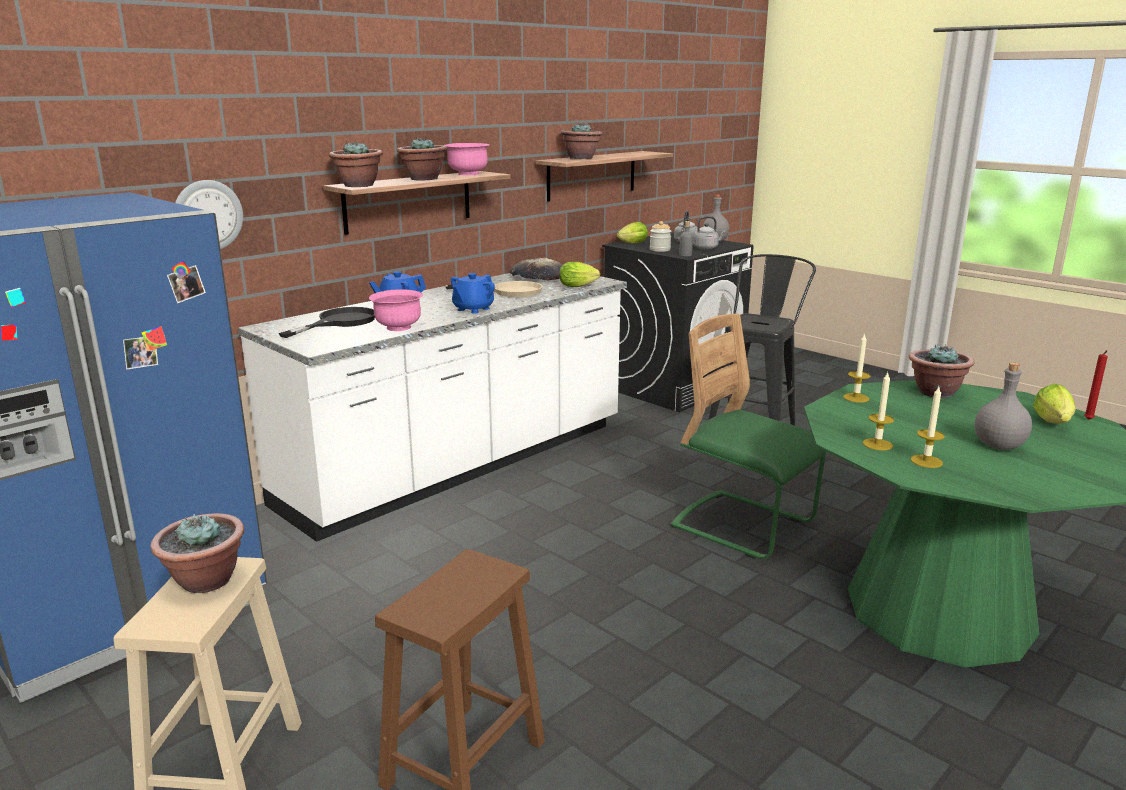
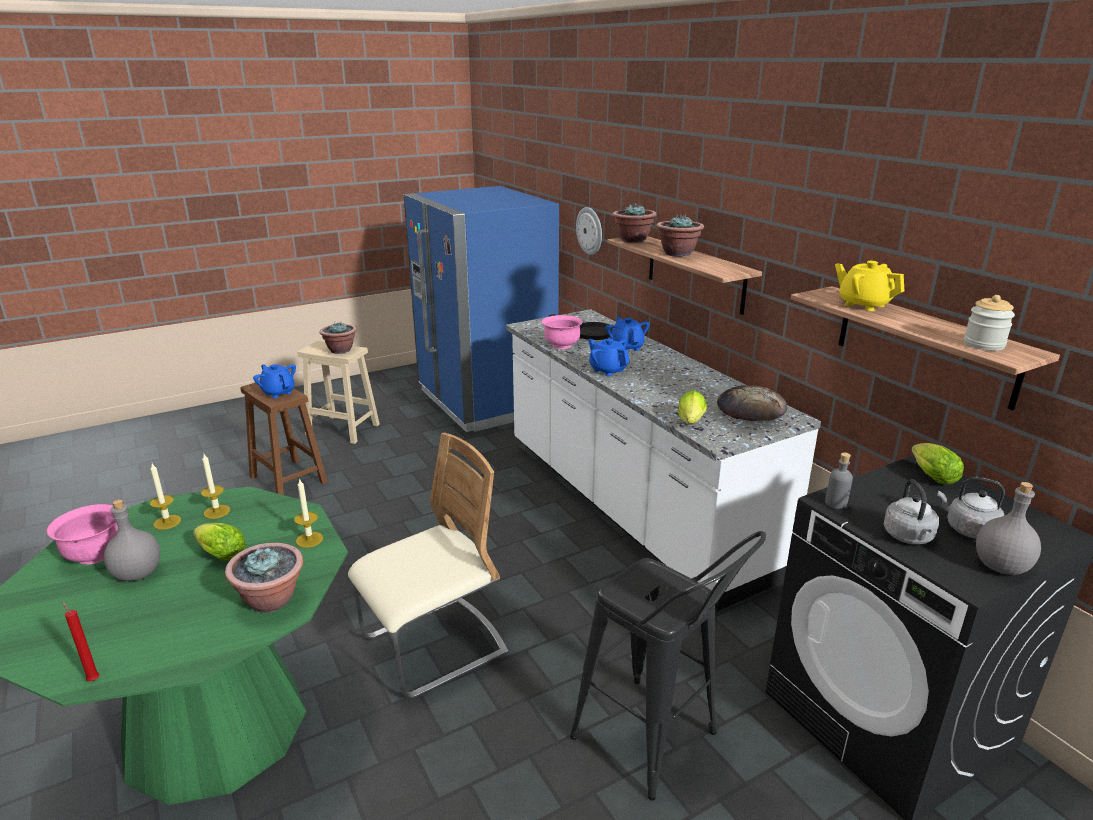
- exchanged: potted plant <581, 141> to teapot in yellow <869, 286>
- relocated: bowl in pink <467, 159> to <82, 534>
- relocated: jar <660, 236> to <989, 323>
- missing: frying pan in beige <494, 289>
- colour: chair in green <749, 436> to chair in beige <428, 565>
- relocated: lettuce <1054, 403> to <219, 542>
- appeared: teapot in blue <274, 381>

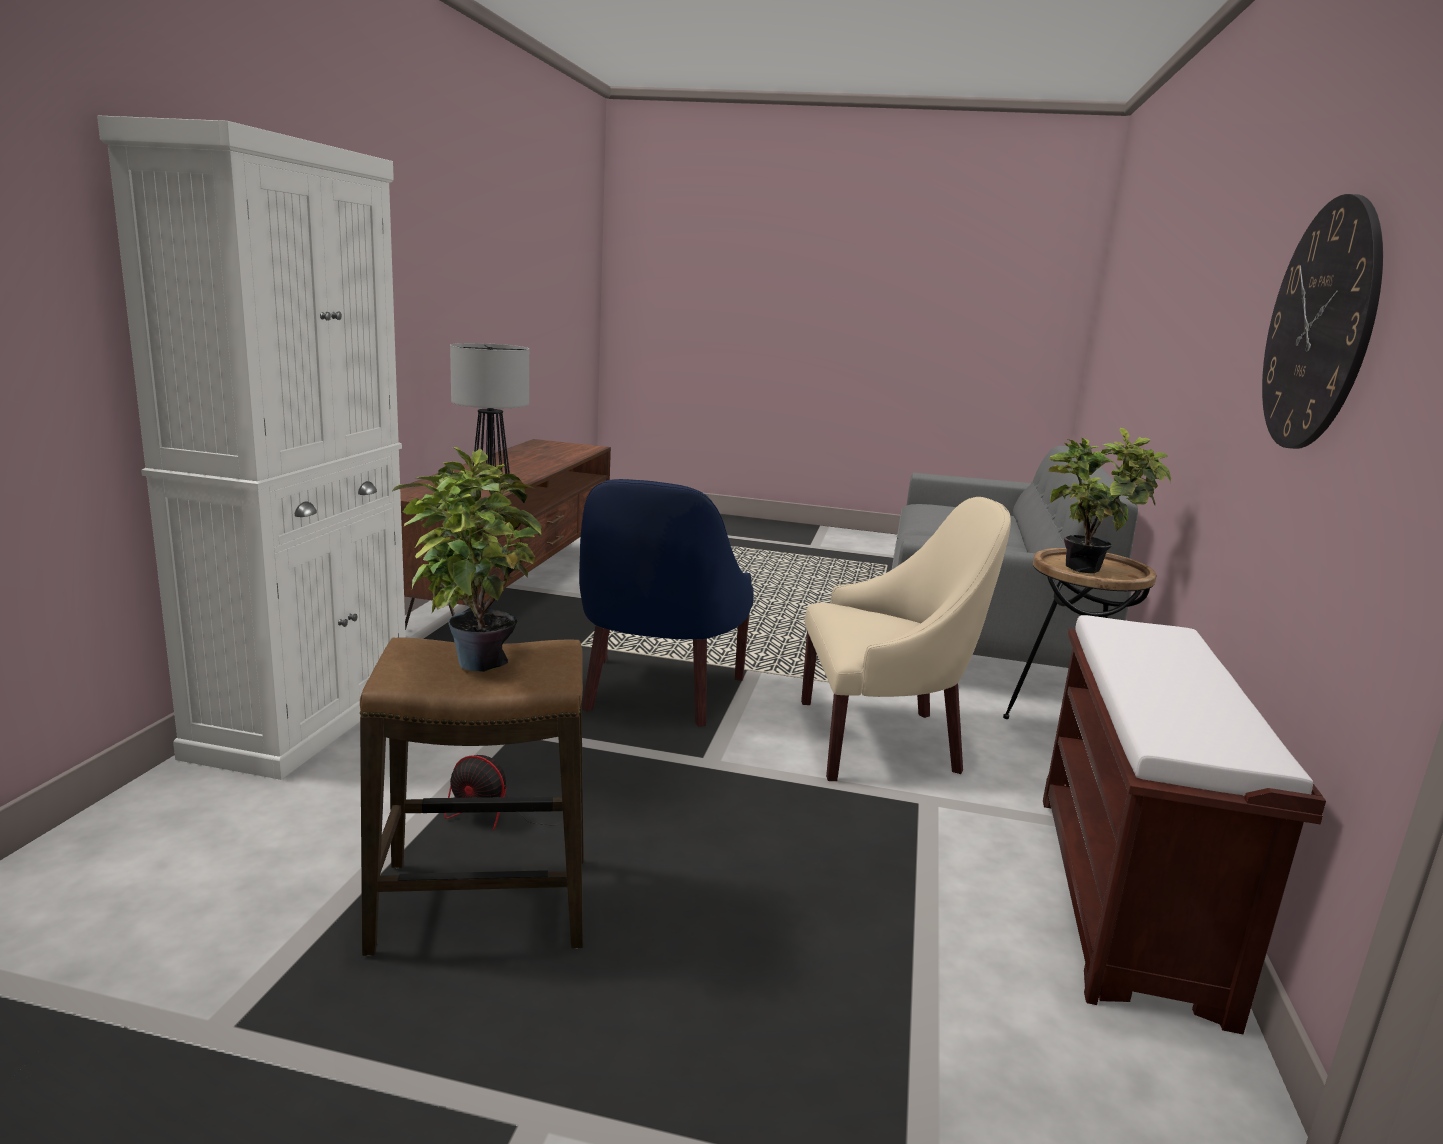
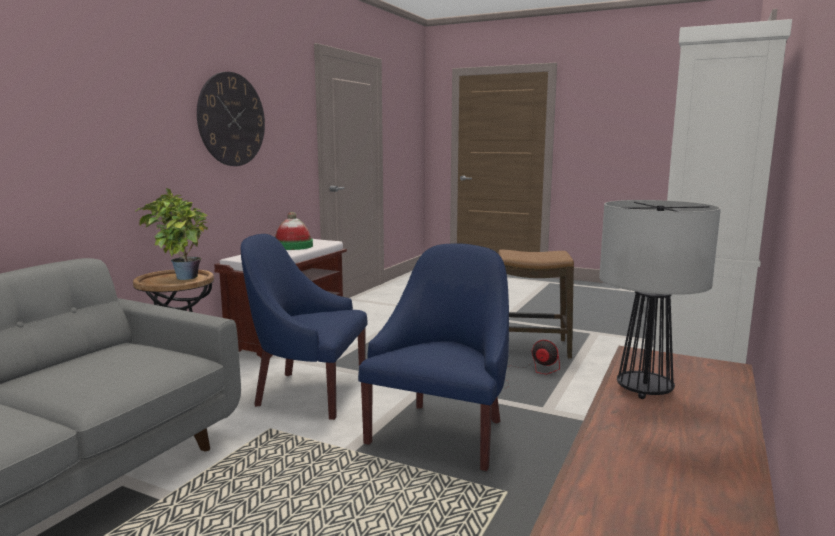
- missing: potted plant <467, 559>
- colour: armchair in beige <906, 639> to armchair in blue <304, 327>
- appeared: hat <294, 231>

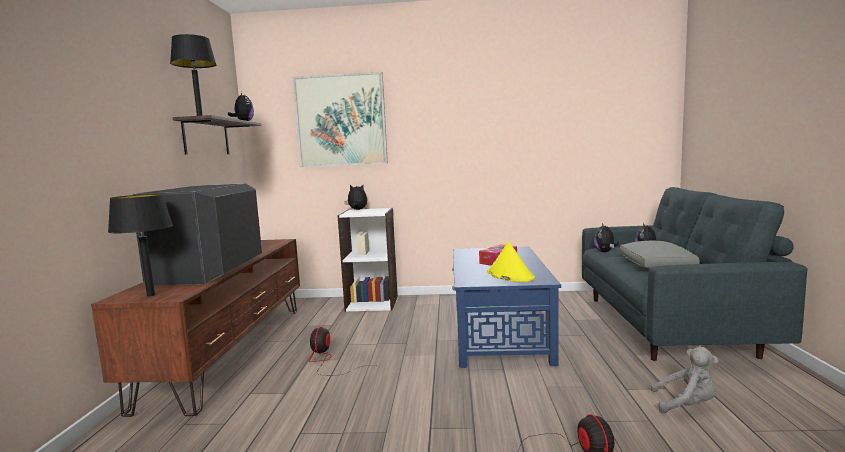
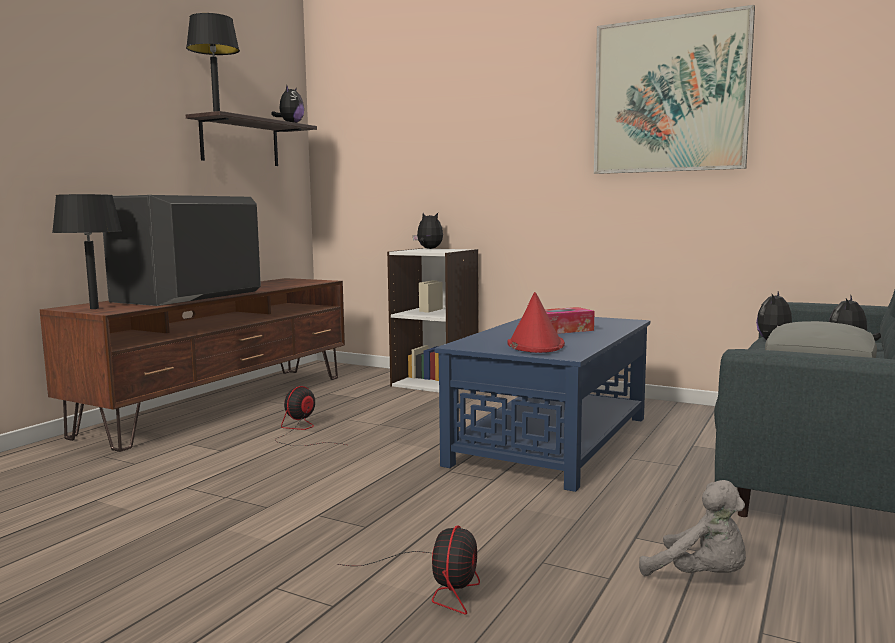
- relocated: picture <340, 119> to <674, 89>
- colour: hat in yellow <511, 261> to hat in red <536, 322>

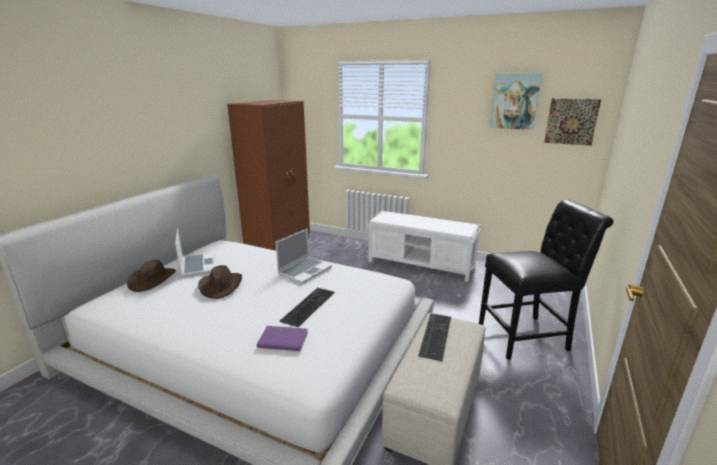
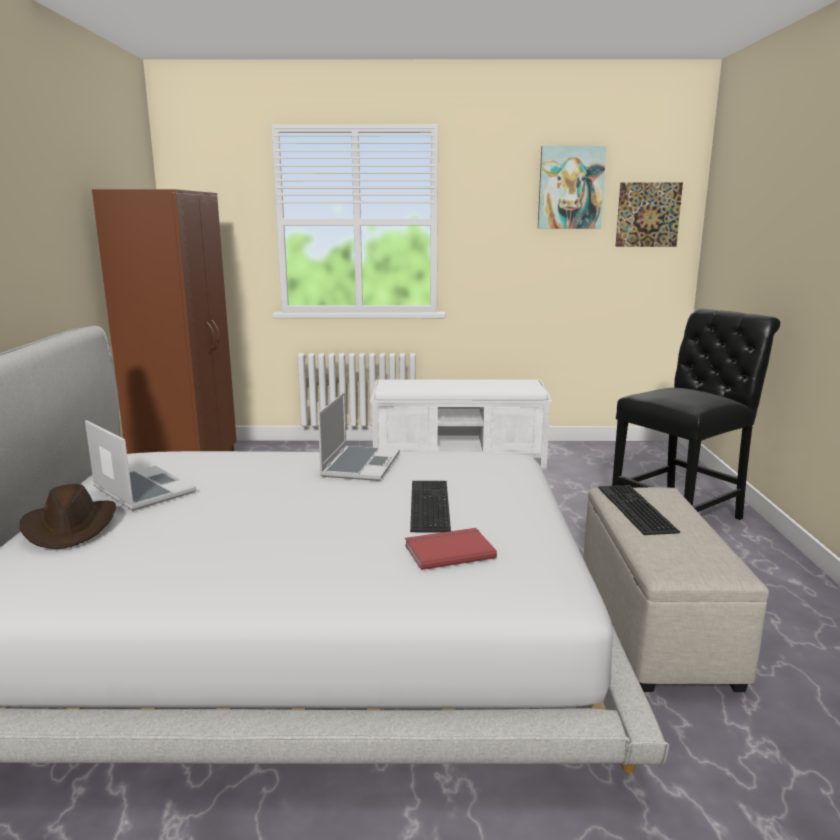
- missing: hat in brown <220, 282>
- colour: book in purple <282, 338> to book in red <451, 549>

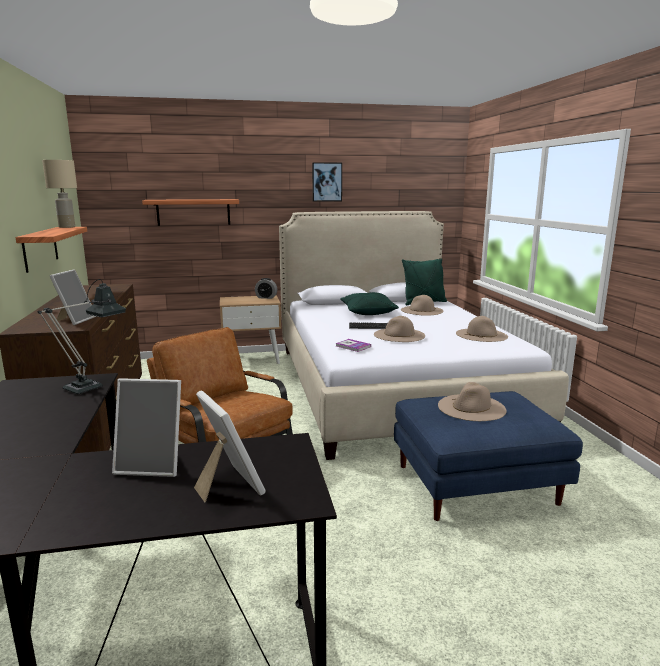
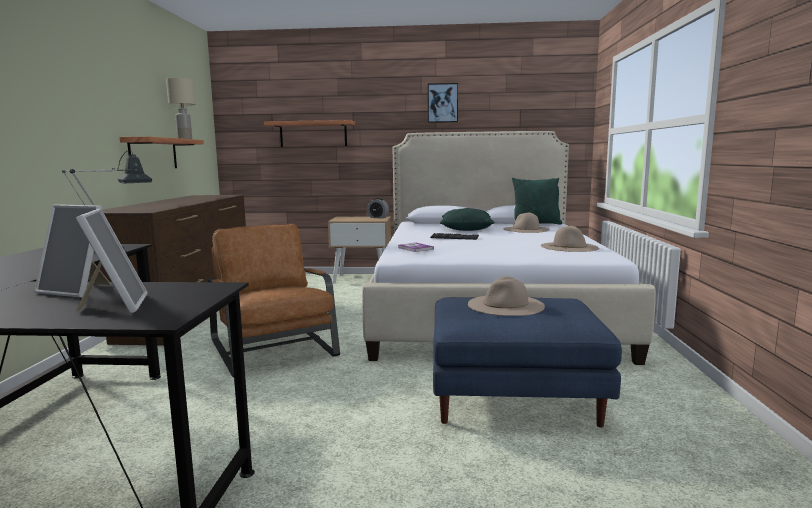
- missing: picture frame <73, 297>
- missing: hat in beige <399, 329>

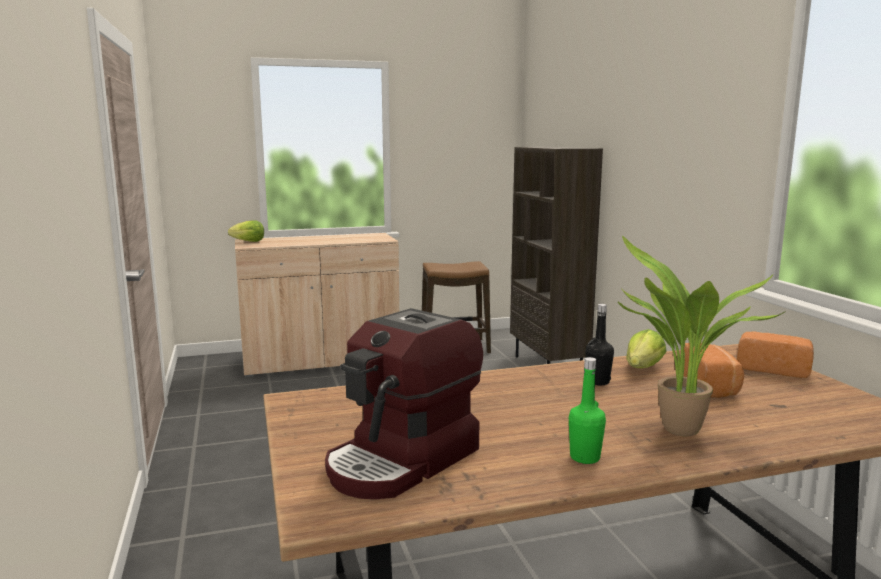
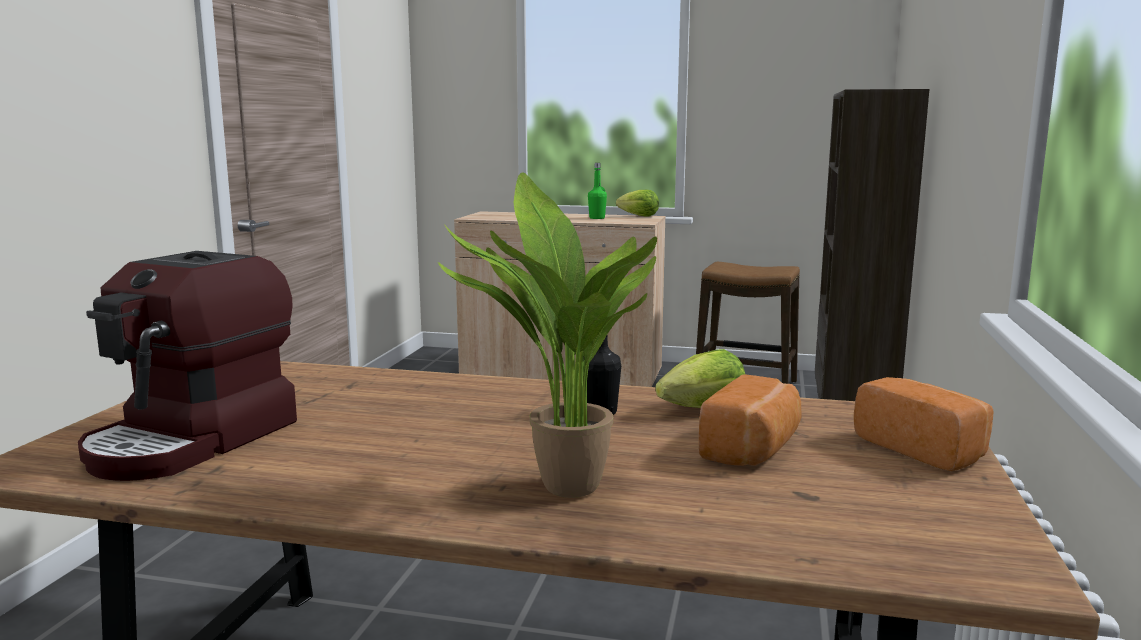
- relocated: lettuce <246, 231> to <637, 203>
- spun: coffee machine <404, 403> = <187, 366> 45 degrees counterclockwise
- relocated: bottle in green <587, 410> to <597, 191>

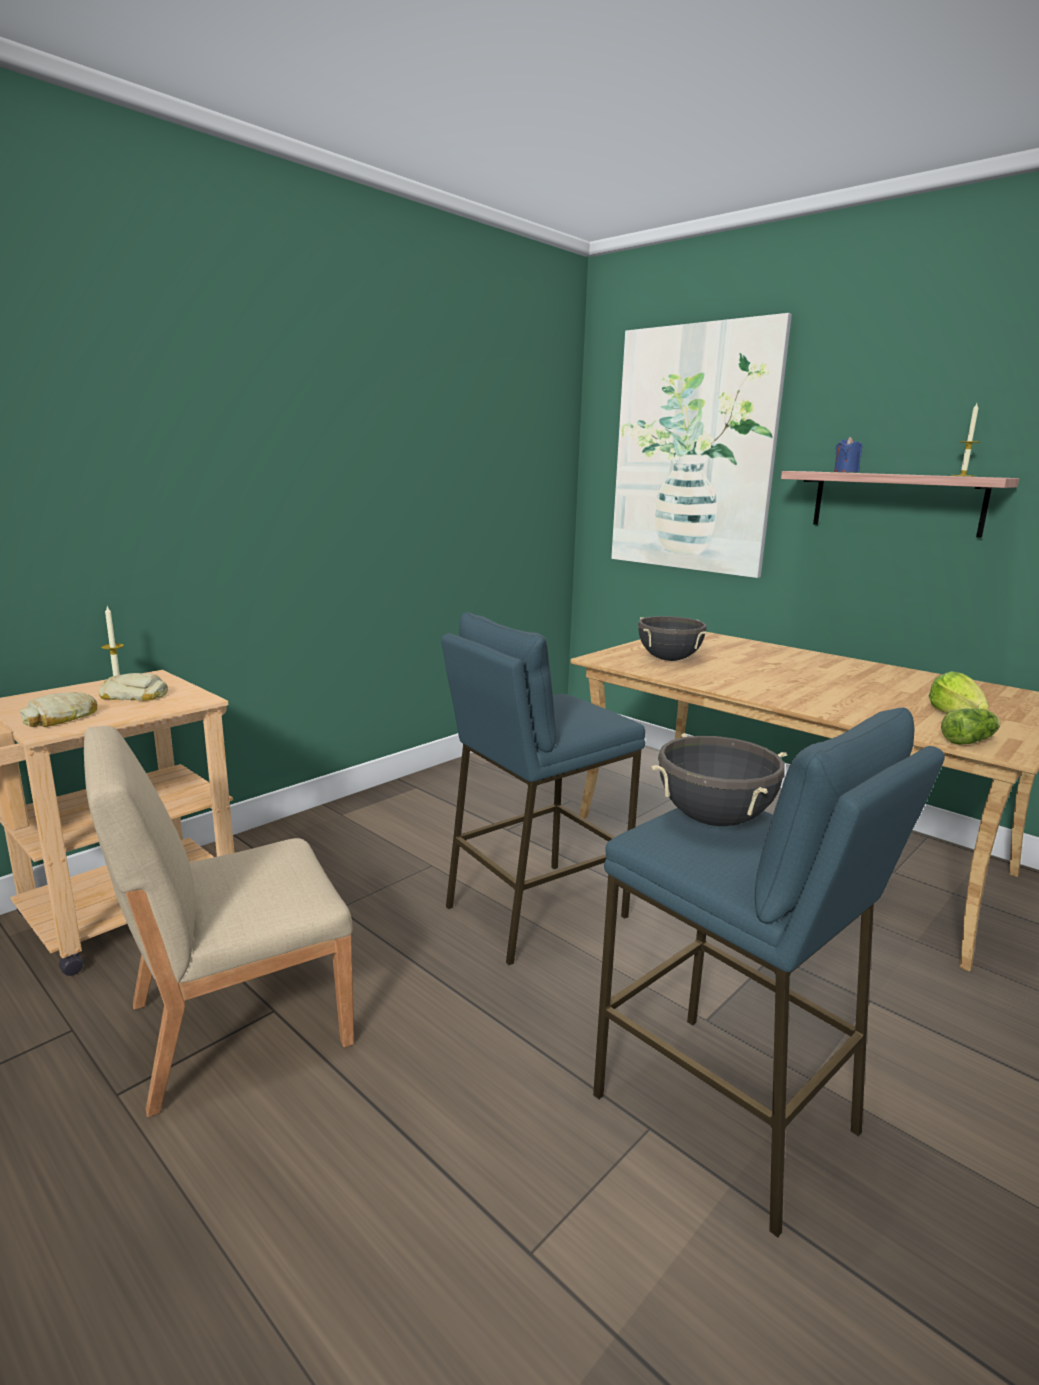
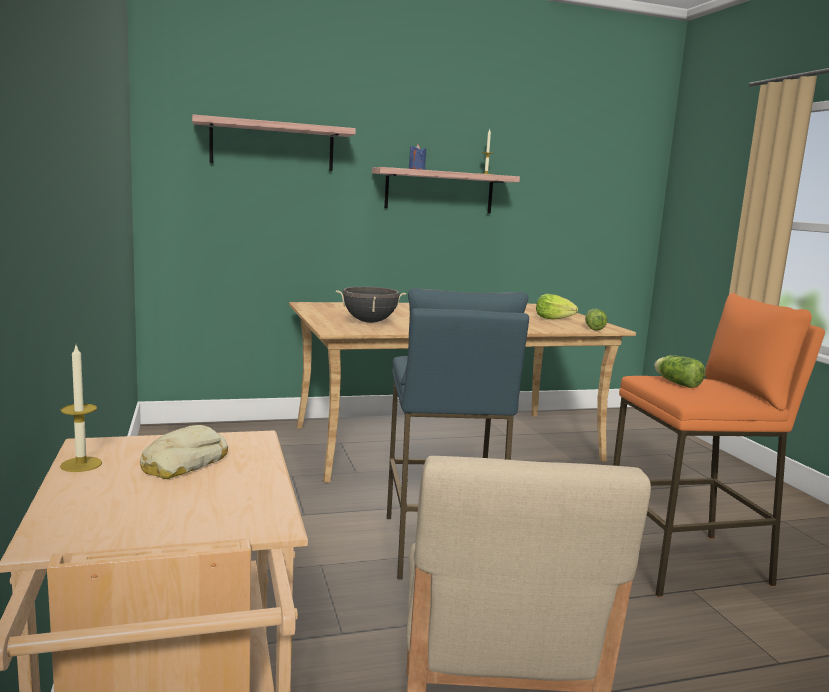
- exchanged: picture <701, 445> to shelf <274, 142>
- missing: bread <58, 709>
- colour: stool in blue <769, 973> to stool in orange <719, 445>
- exchanged: cooking pot in black <719, 779> to lettuce <679, 371>

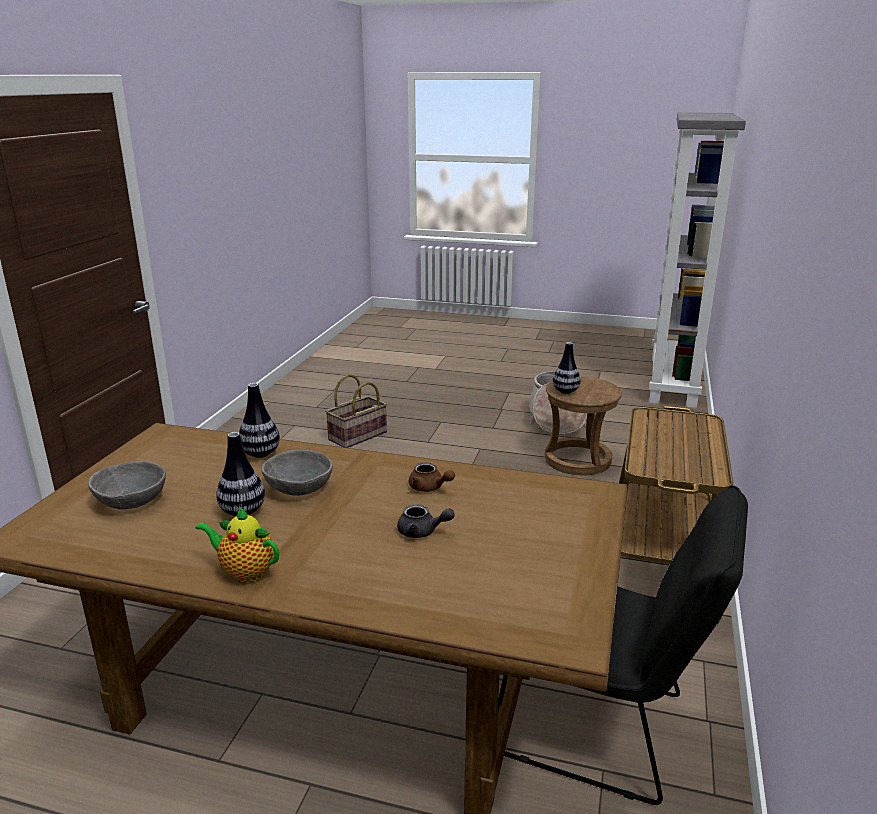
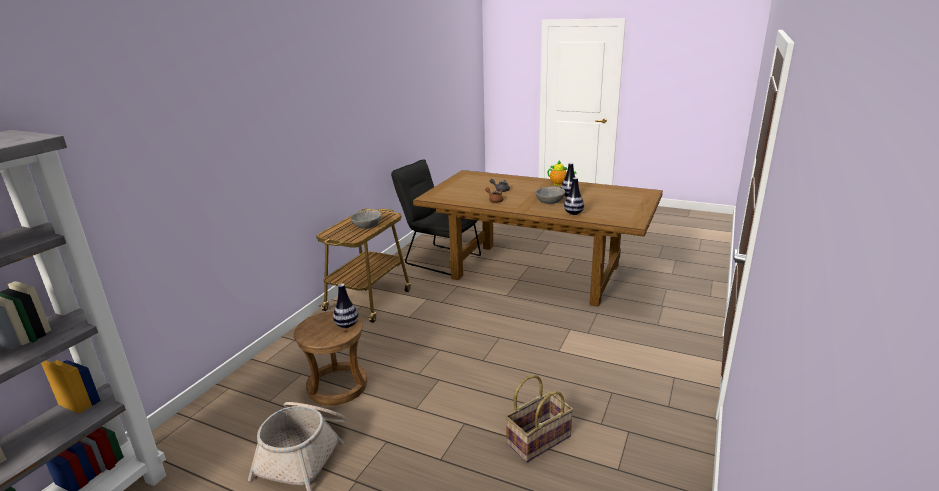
- relocated: bowl in grey <127, 485> to <366, 219>

